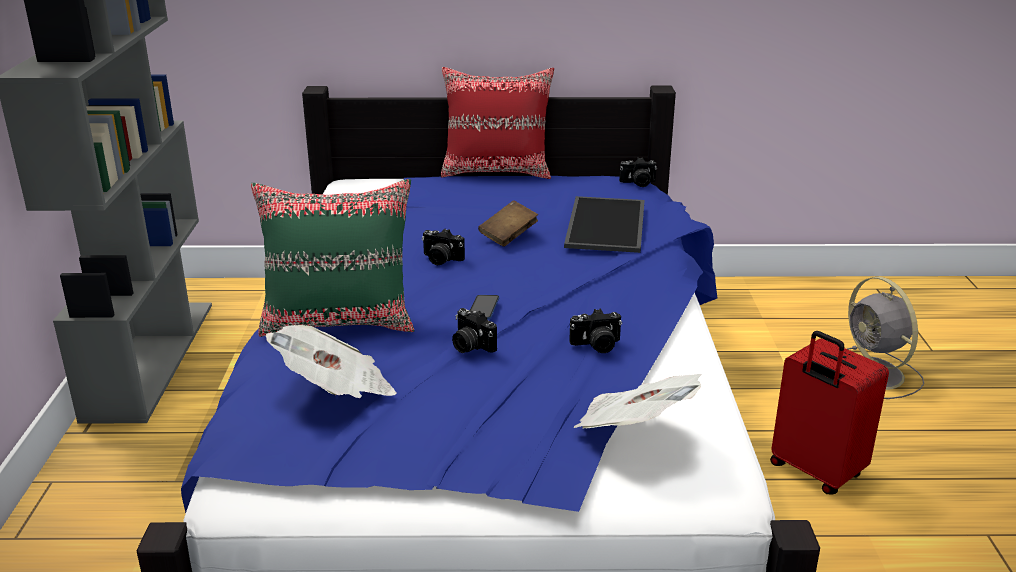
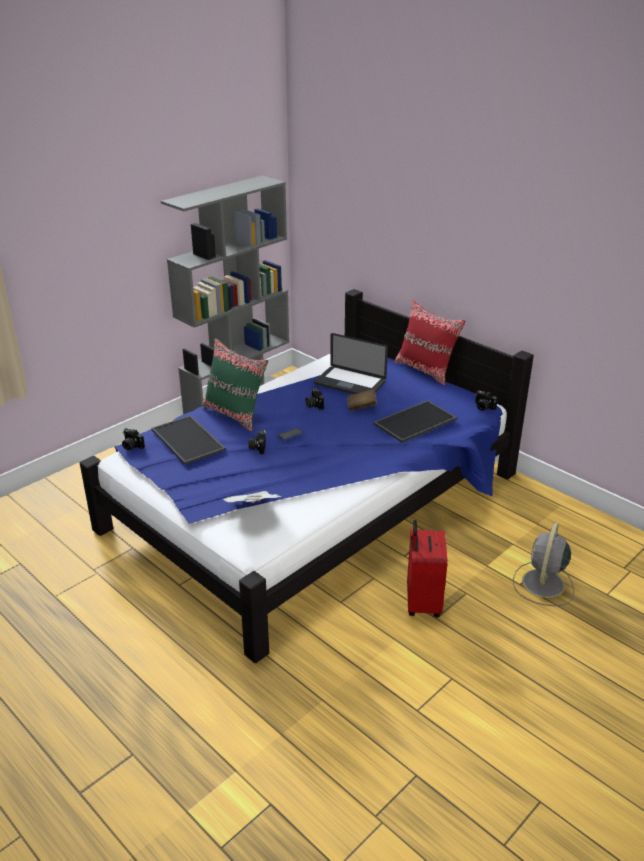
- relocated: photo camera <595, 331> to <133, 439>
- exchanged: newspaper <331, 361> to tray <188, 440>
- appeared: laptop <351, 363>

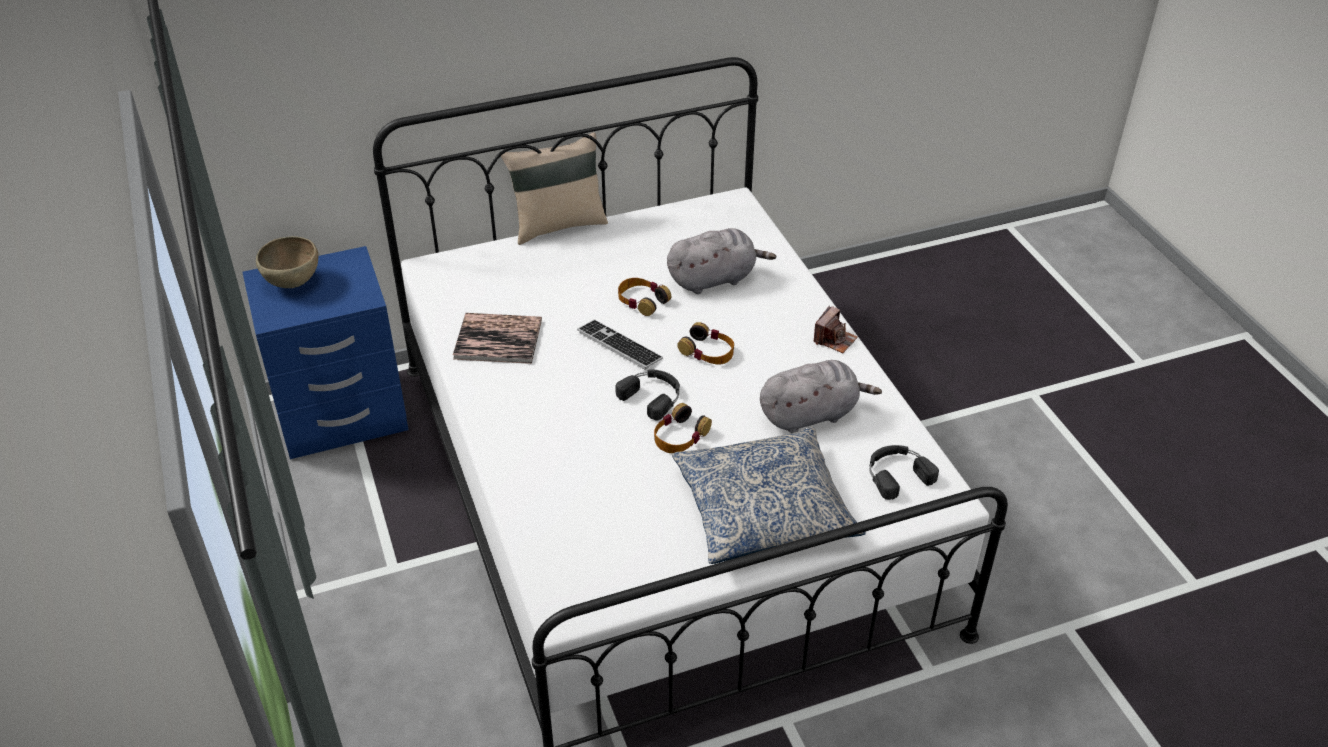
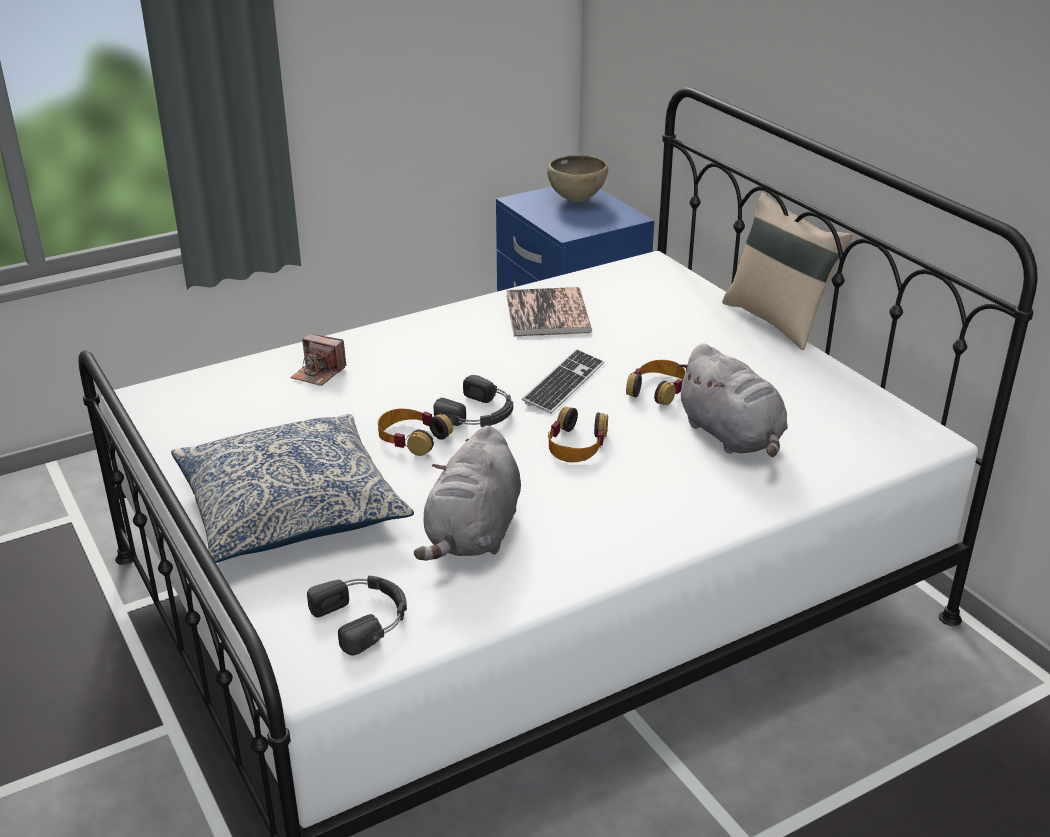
- relocated: photo camera <835, 329> to <318, 360>
- spun: plush toy in grey <821, 396> = <467, 493> 45 degrees clockwise

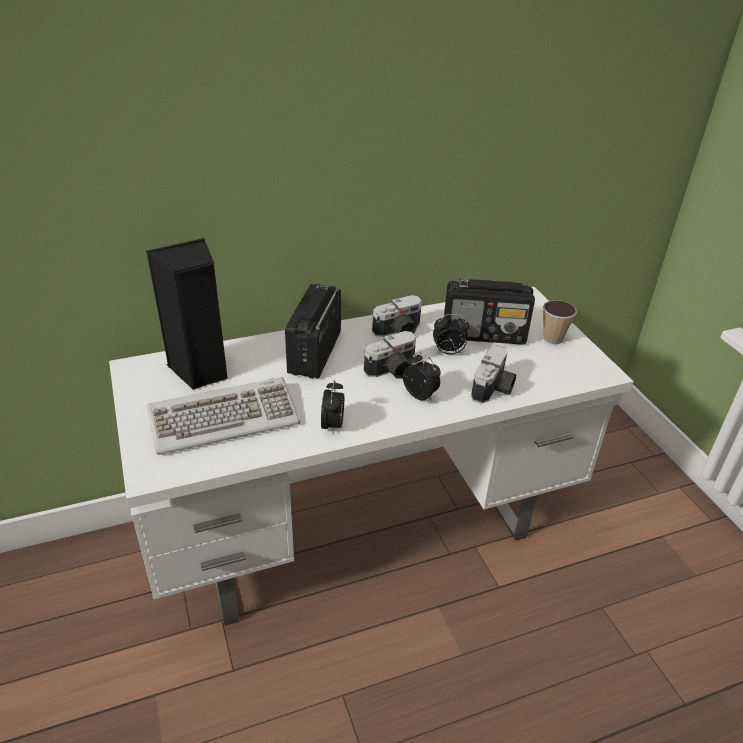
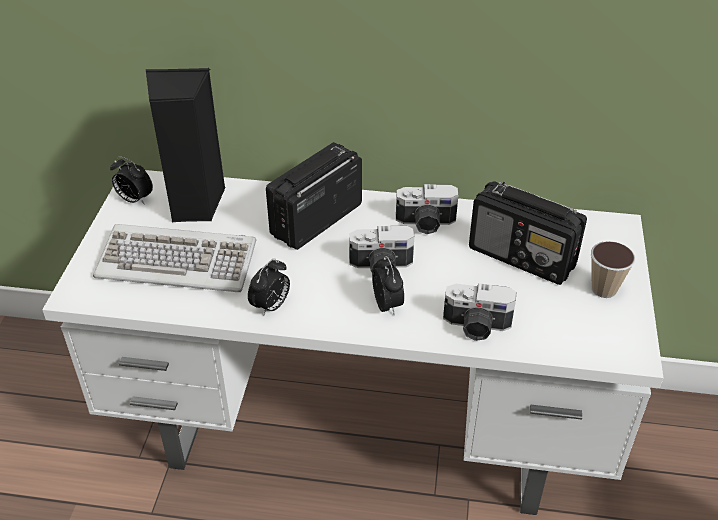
- relocated: alarm clock <451, 334> to <131, 180>
- spun: photo camera <493, 374> = <479, 312> 45 degrees clockwise

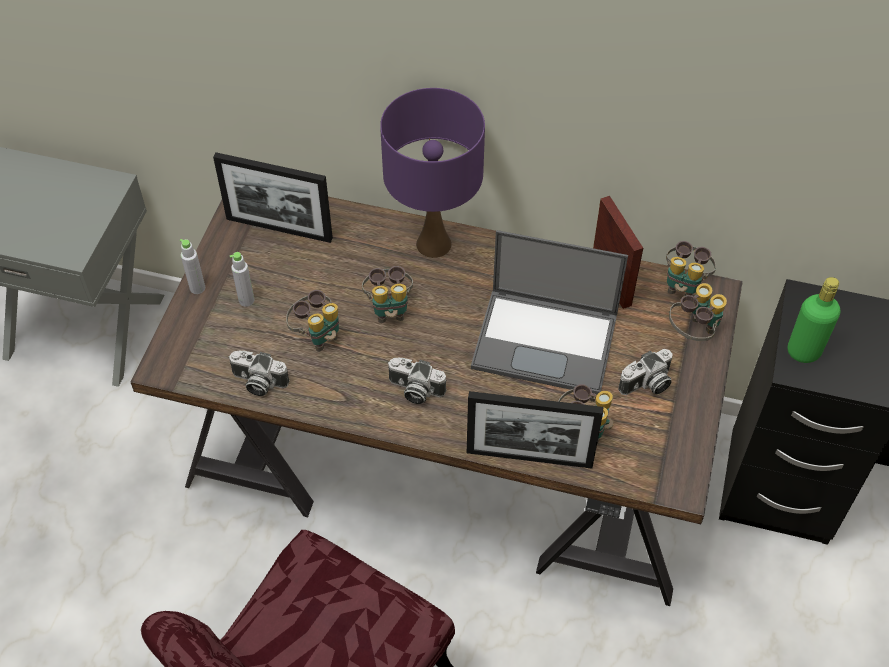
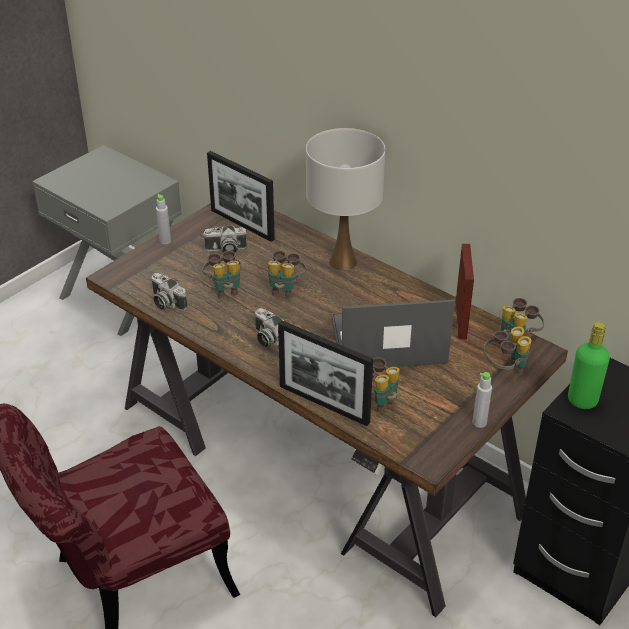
- colour: table lamp in purple <432, 173> to table lamp in white <345, 199>
- spun: laptop <549, 312> = <393, 333> 135 degrees clockwise
- relocated: bottle in grey <242, 279> to <482, 400>
- relocated: photo camera <645, 372> to <225, 238>

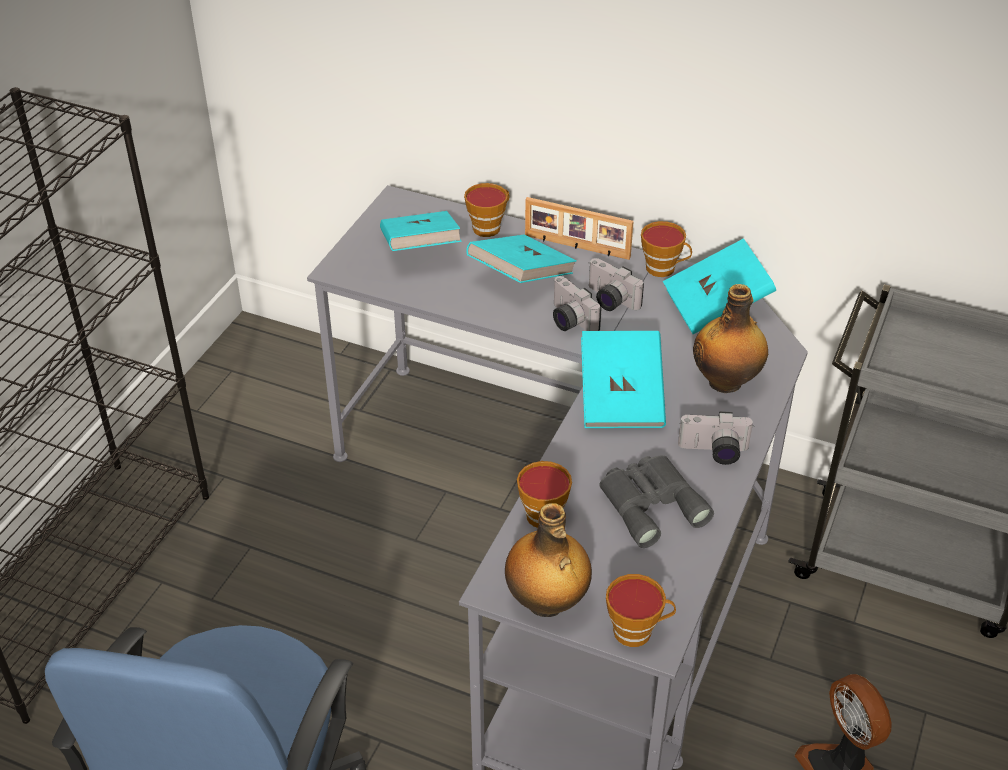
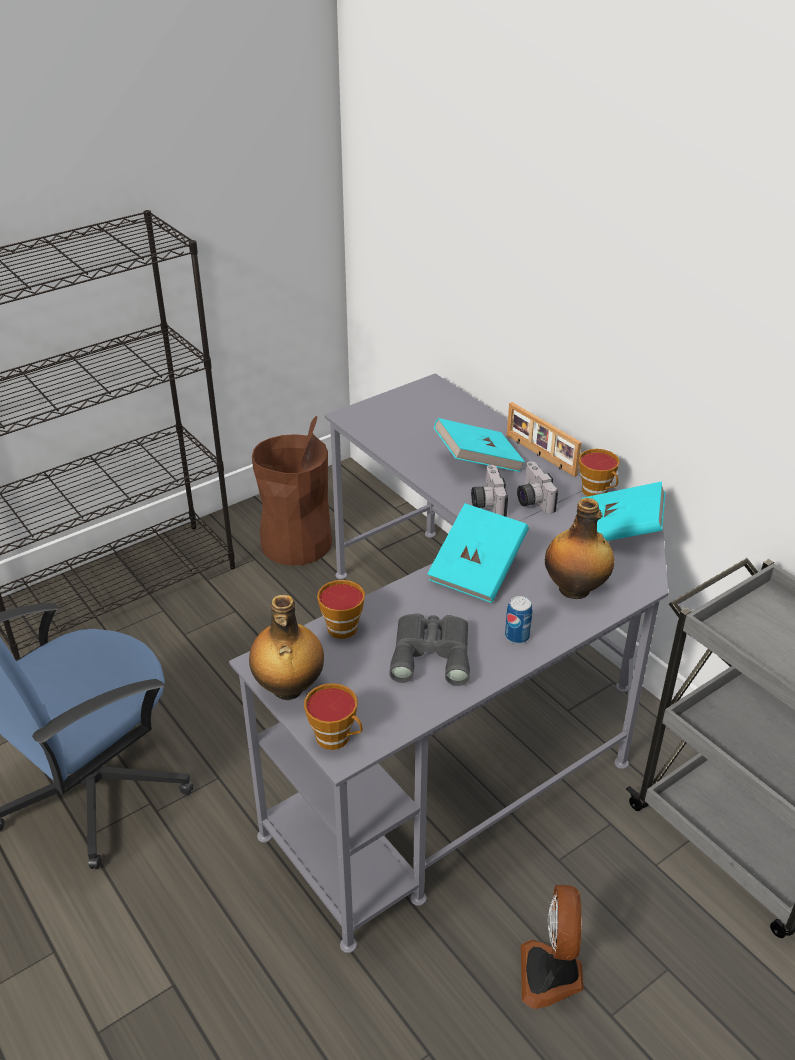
- missing: cup <486, 210>
- missing: book in turquoise <421, 231>
- exchanged: photo camera <716, 438> to can <518, 620>
- appeared: trash can in brown <292, 491>

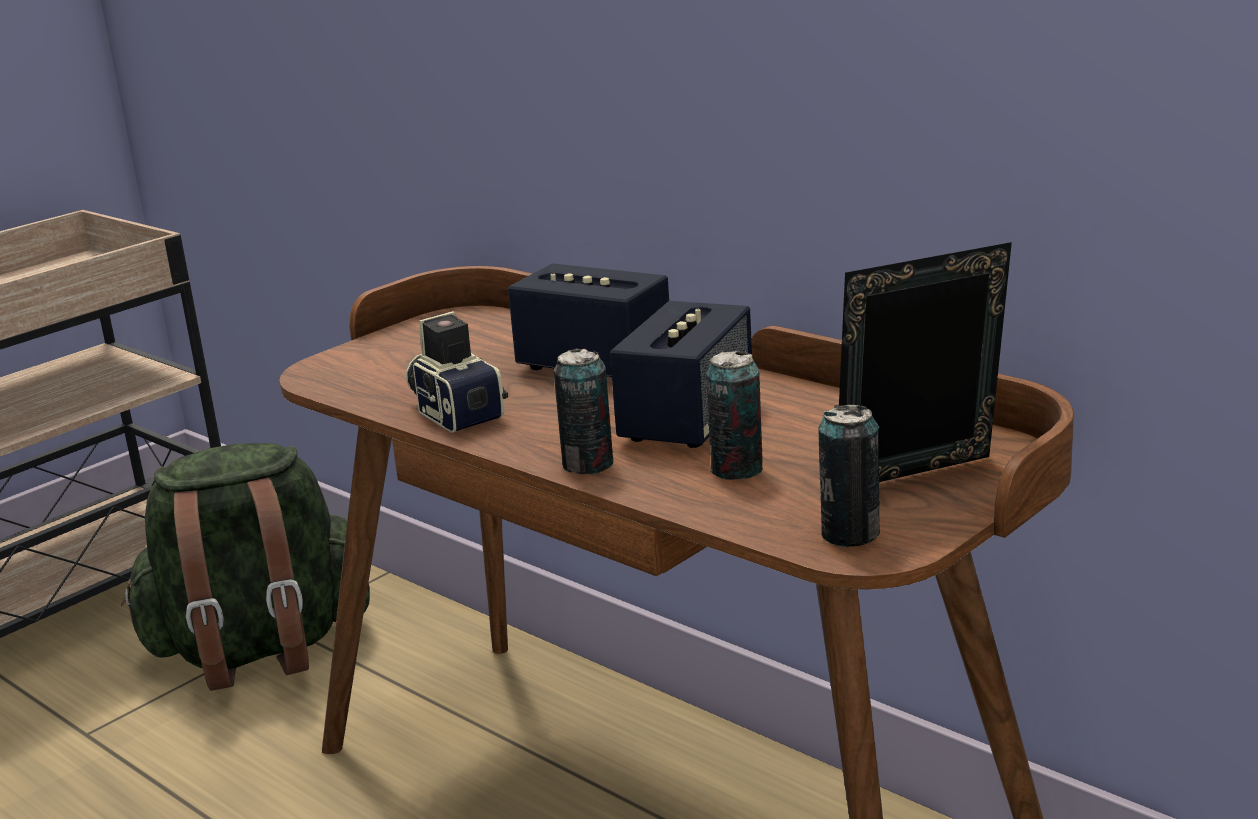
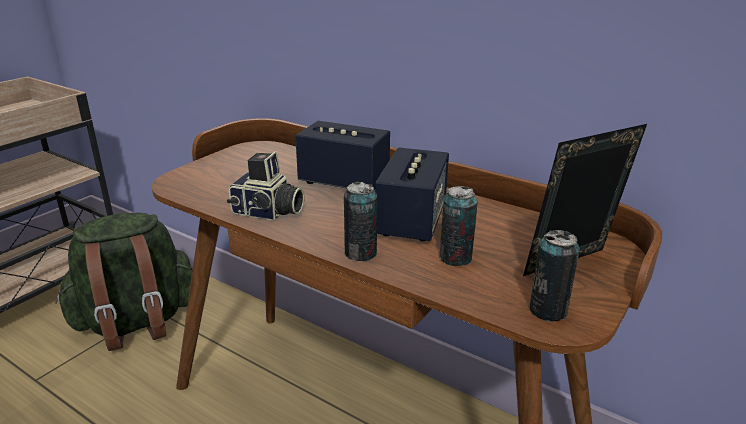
- spun: photo camera <457, 372> = <266, 186> 150 degrees clockwise

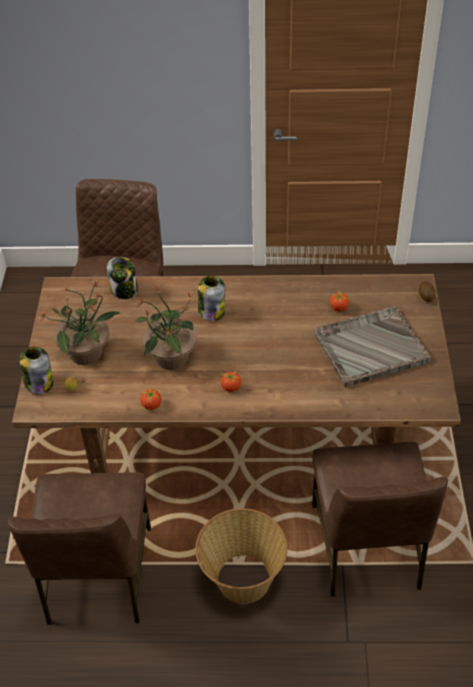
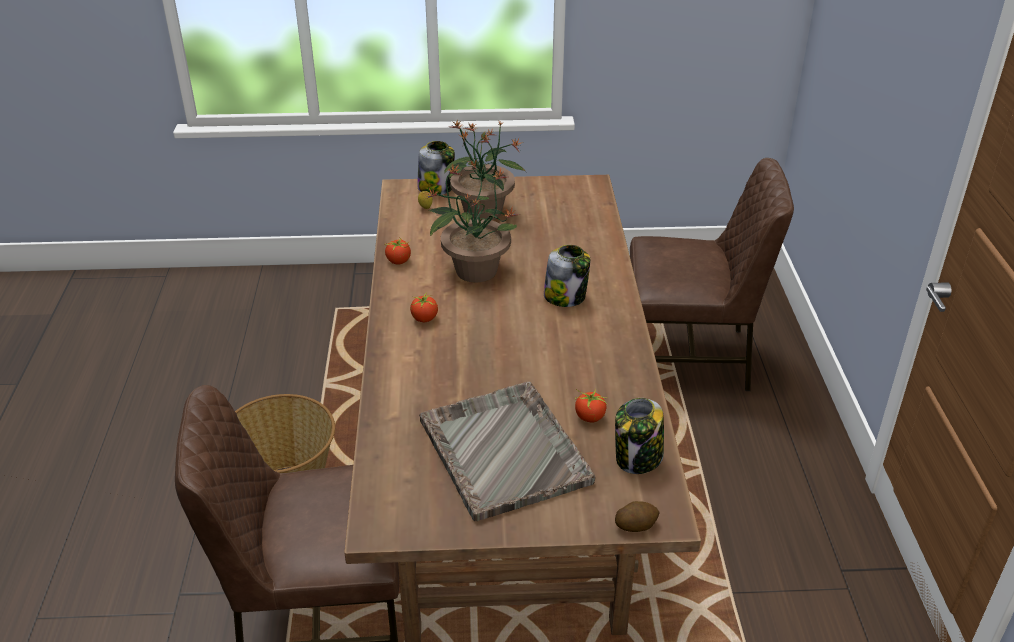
- relocated: jar <122, 278> to <639, 436>
- missing: chair in brown <79, 548>

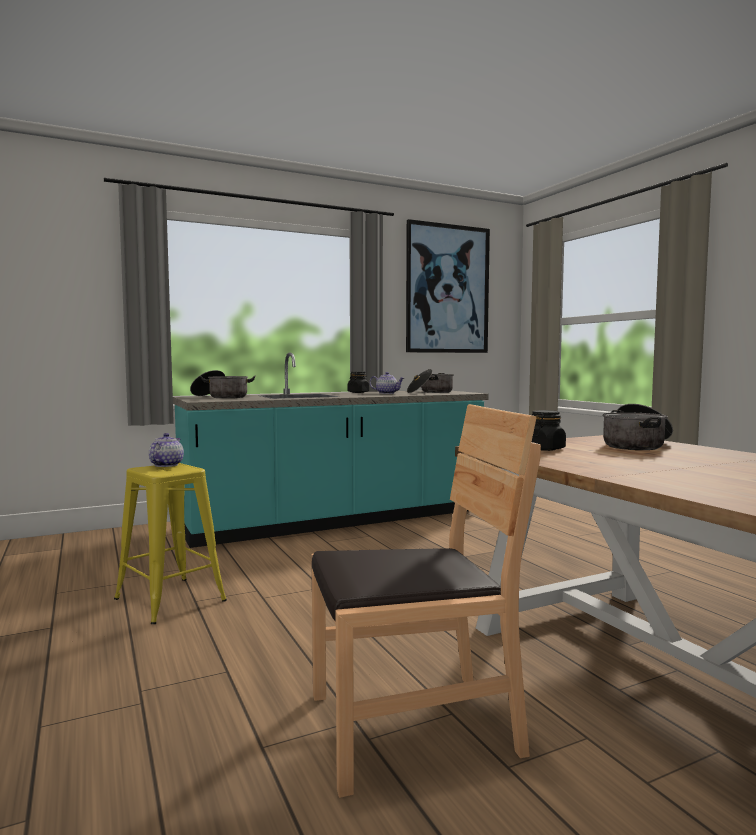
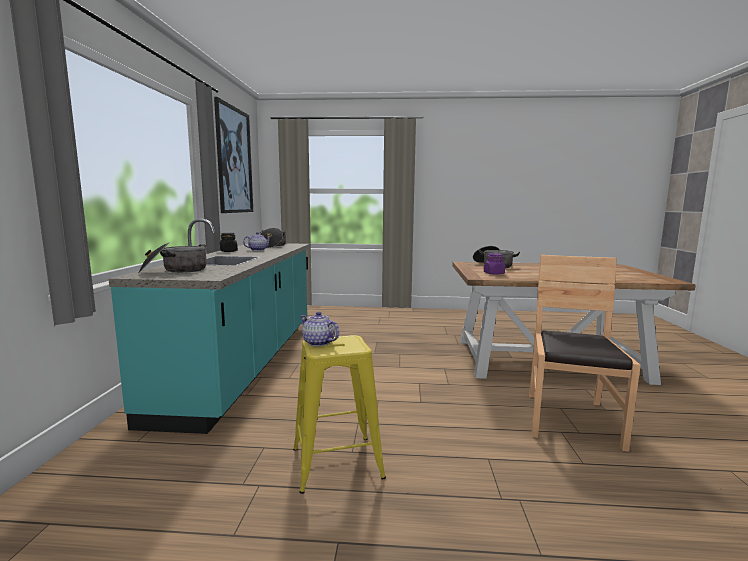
- colour: jar in black <549, 430> to jar in purple <494, 264>

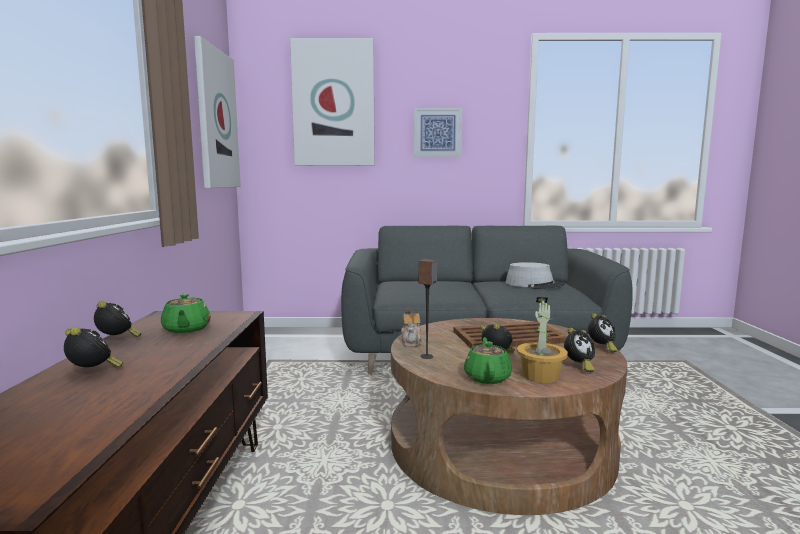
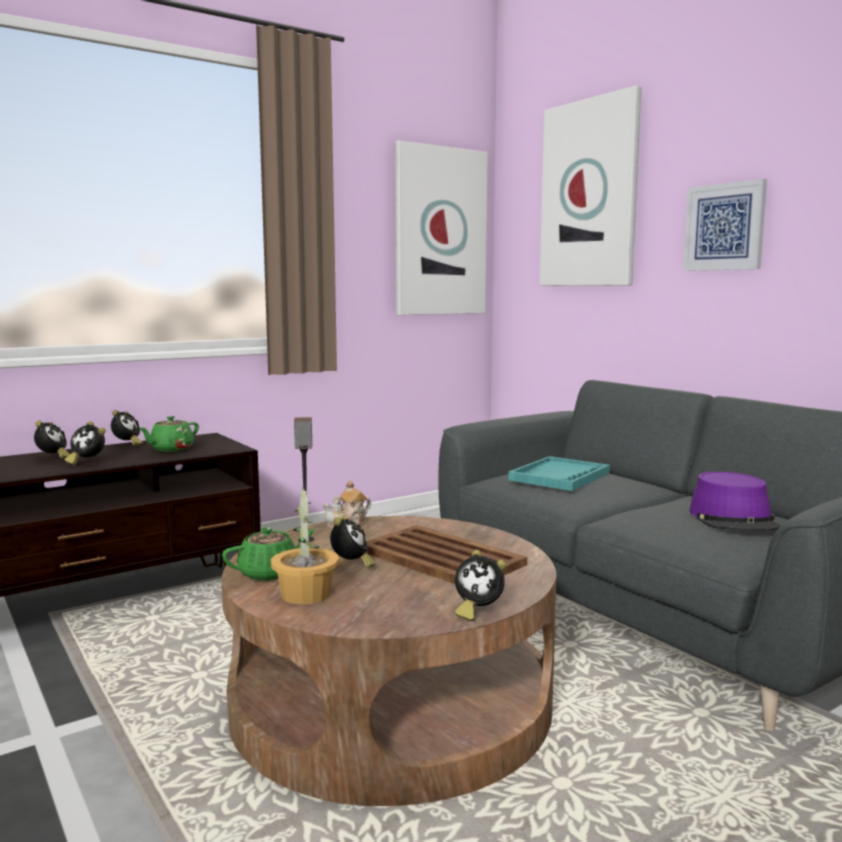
- colour: hat in grey <535, 275> to hat in purple <735, 501>
- relocated: alarm clock <579, 350> to <85, 443>
- appeared: tray in turquoise <559, 473>

